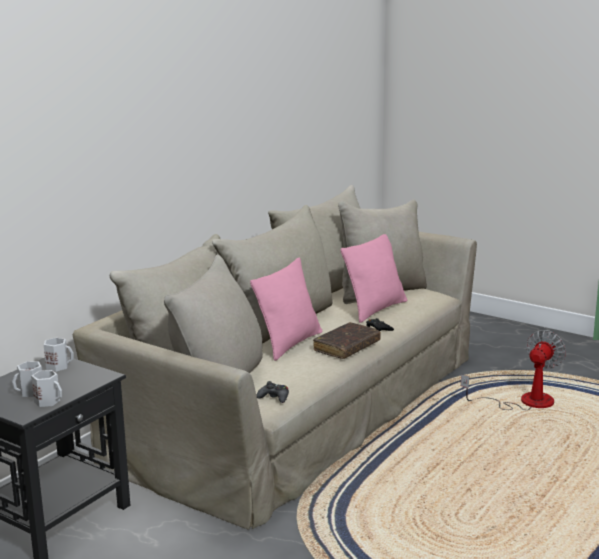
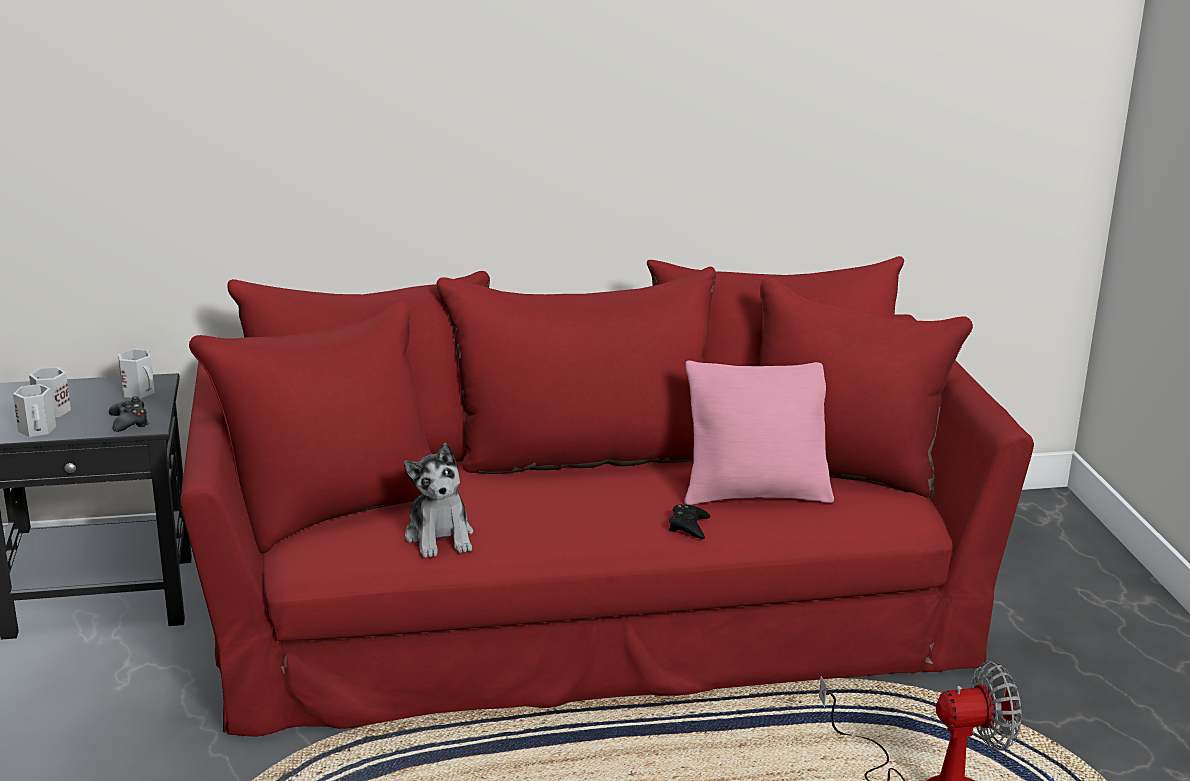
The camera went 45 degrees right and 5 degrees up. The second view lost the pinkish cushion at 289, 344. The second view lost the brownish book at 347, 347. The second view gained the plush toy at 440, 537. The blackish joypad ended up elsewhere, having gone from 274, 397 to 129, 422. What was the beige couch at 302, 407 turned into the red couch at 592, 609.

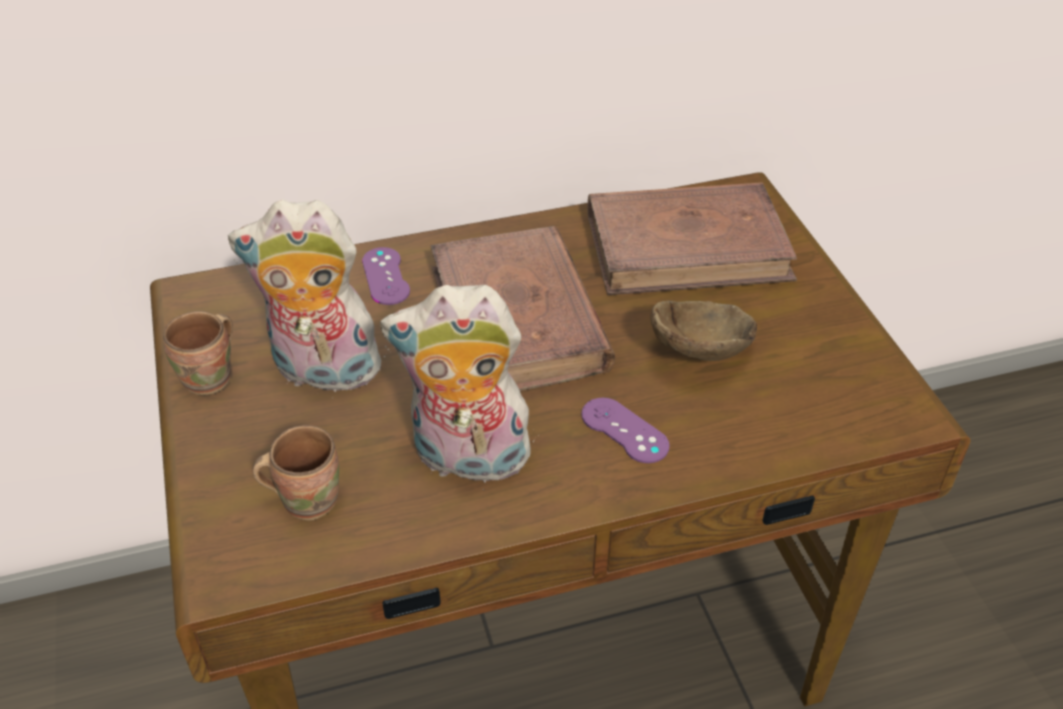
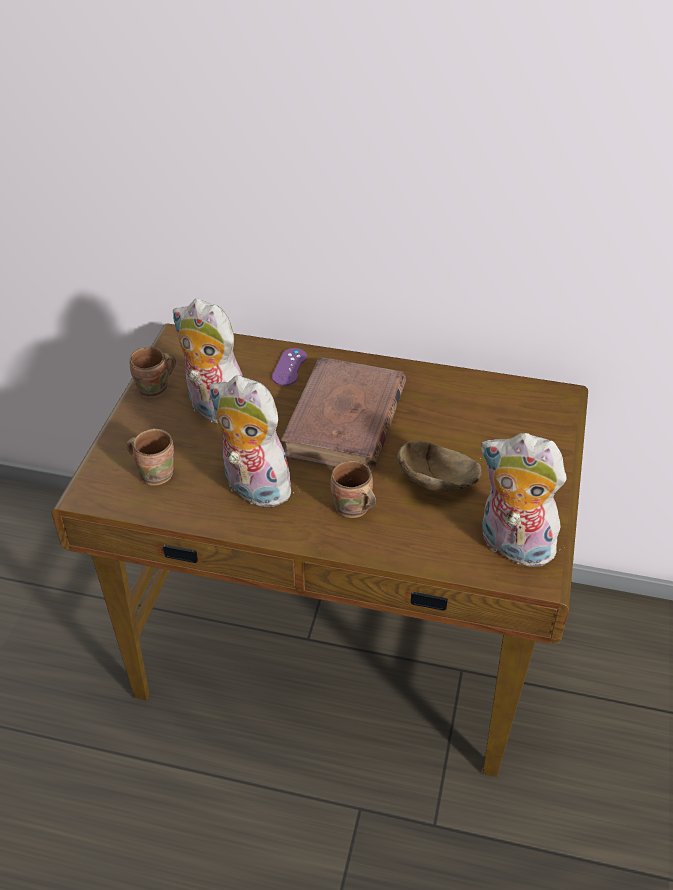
The camera went 30 degrees right and 0 degrees up. The second view lost the brownish book at 688, 247. The second view gained the plush toy at 512, 546. Where the purple-coloured joypad stood at 624, 430, the brownish mug came to stand at 352, 509.

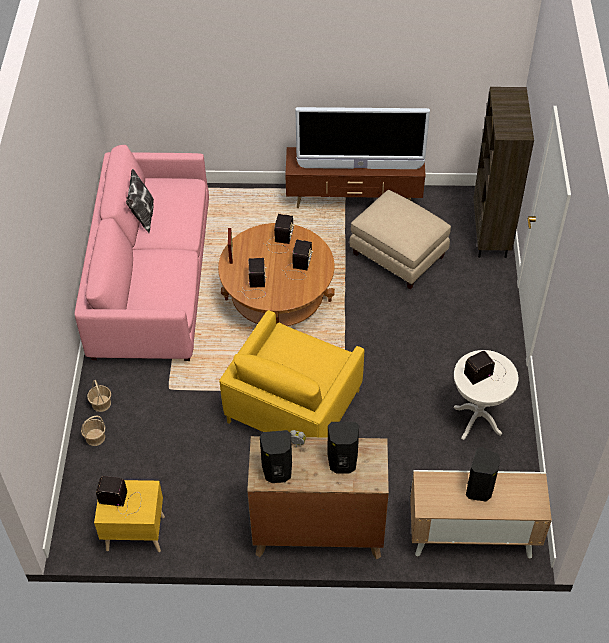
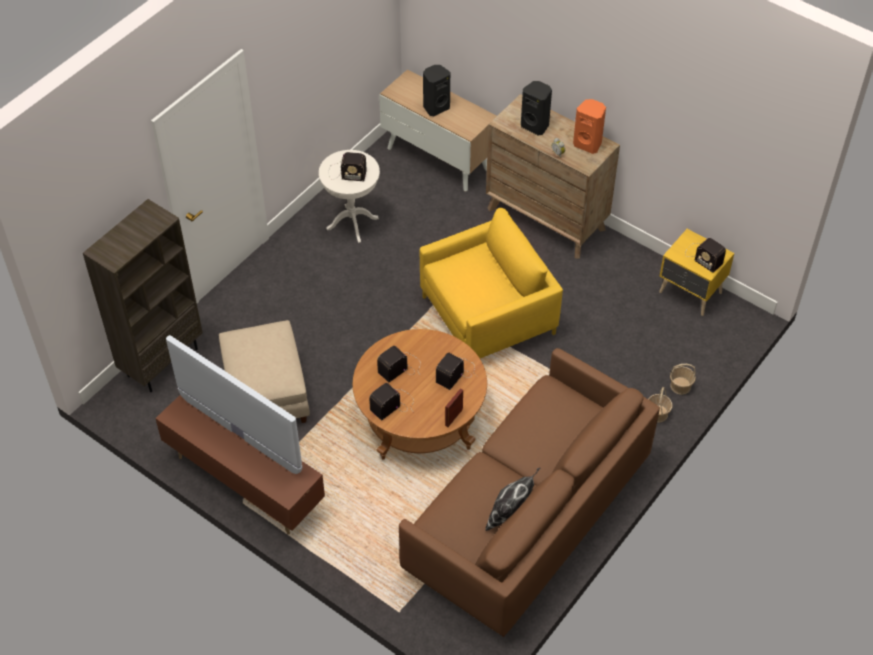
The camera went 145 degrees left and 0 degrees up. What was the pinkish couch at 151, 281 turned into the brownish couch at 527, 515. What was the blackish loudspeaker at 277, 472 turned into the orange loudspeaker at 588, 144.

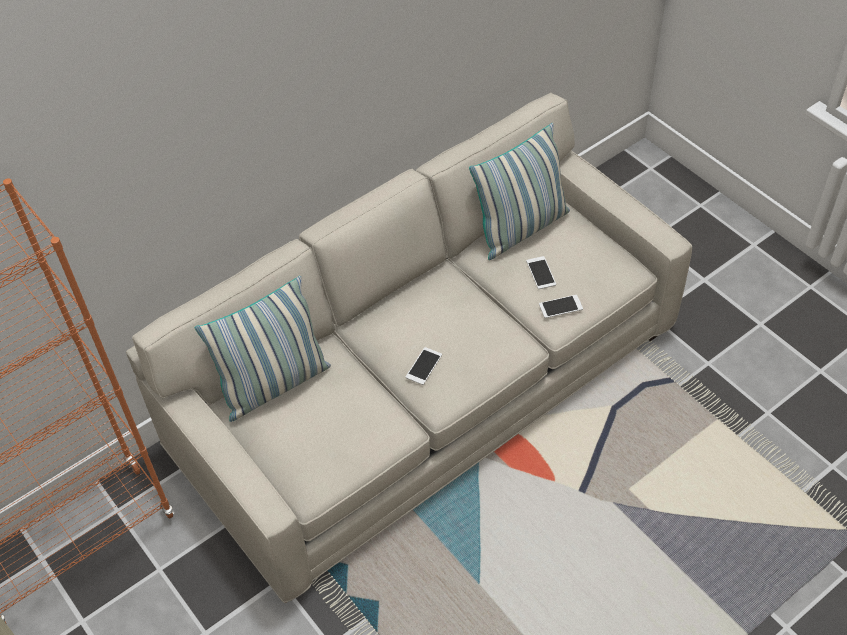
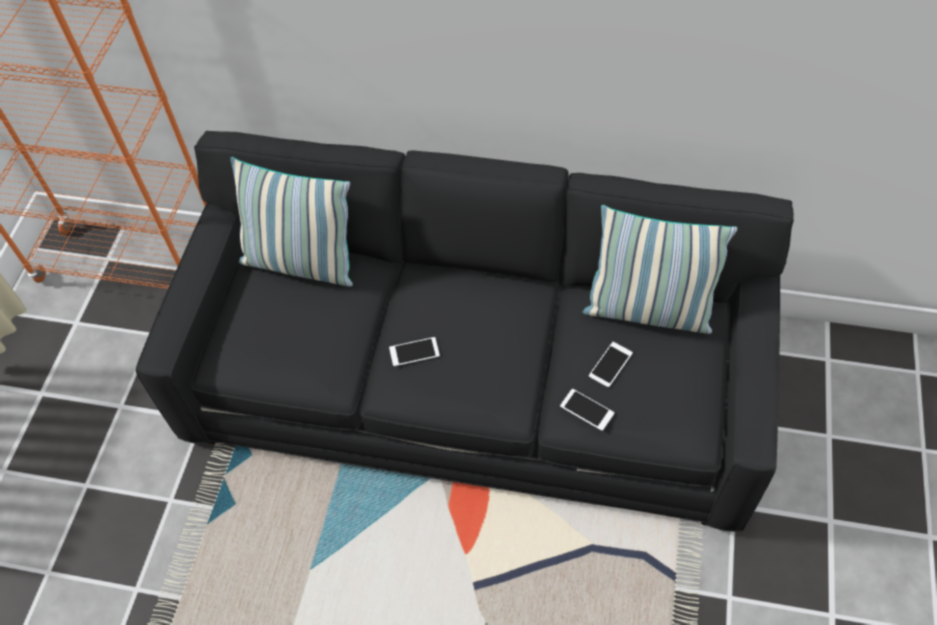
The camera went 50 degrees right and 5 degrees up. What was the beige couch at 427, 386 turned into the blackish couch at 474, 380.

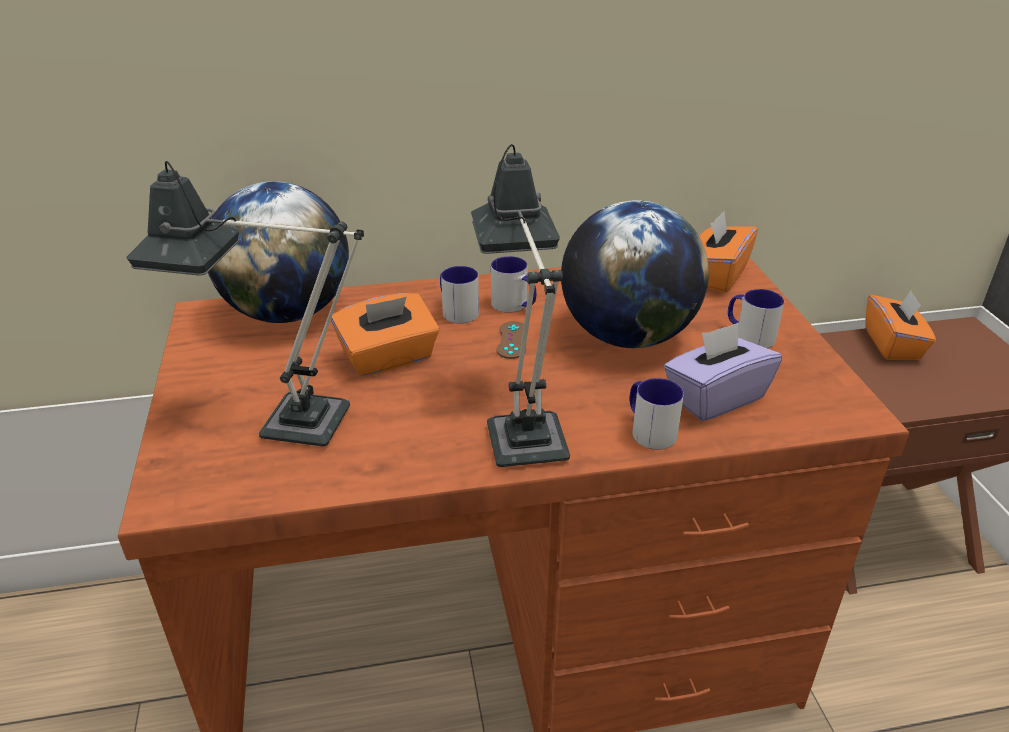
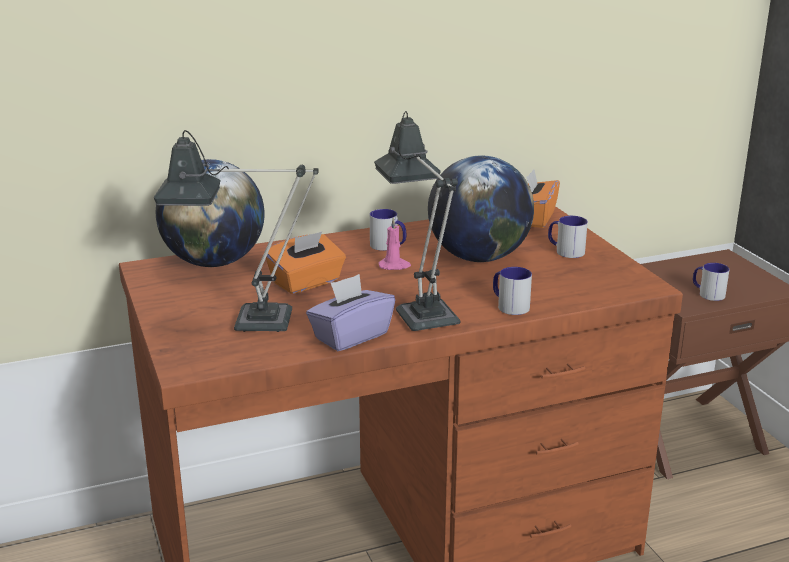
The camera went 10 degrees left and 10 degrees down. The second view lost the orange tissue box at 893, 345. The mug ended up elsewhere, having gone from 456, 310 to 707, 293. The purple-coloured tissue box ended up elsewhere, having gone from 715, 397 to 350, 336. Where the brownish joypad stood at 512, 340, the pinkish wax light came to stand at 394, 266.

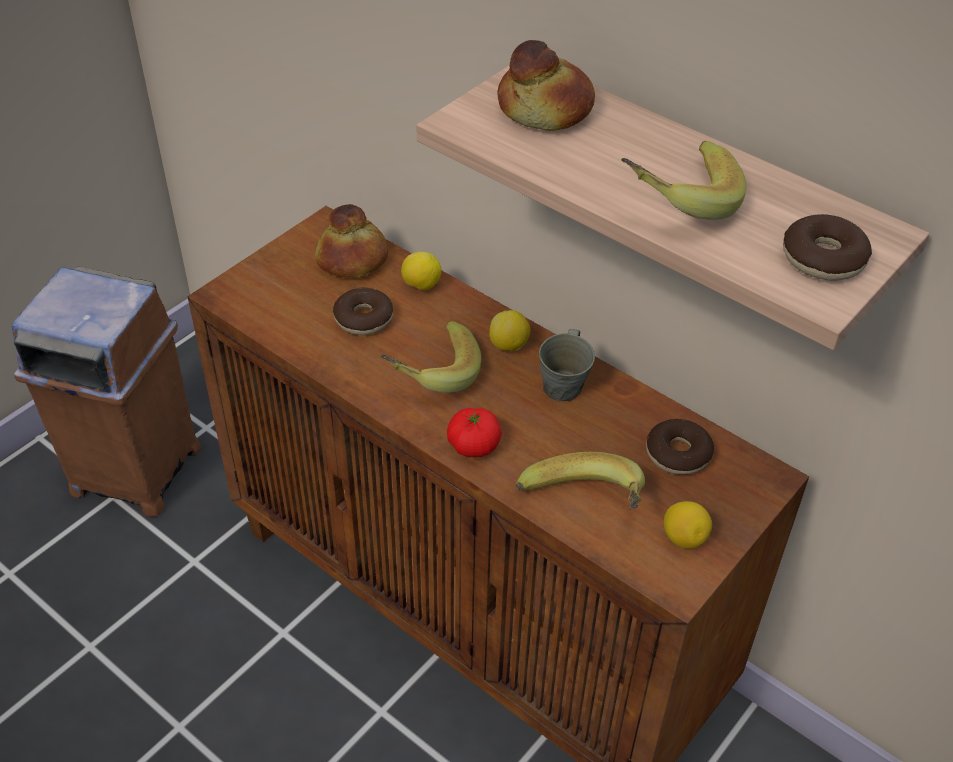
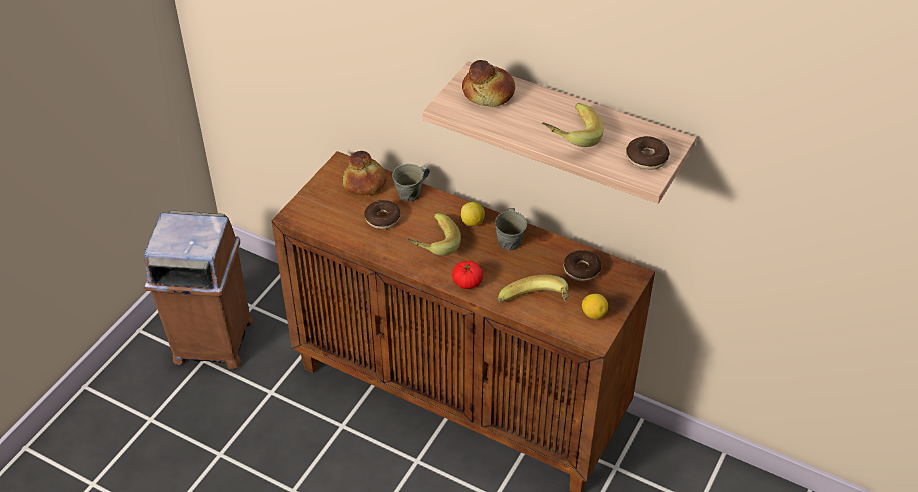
The camera went 10 degrees left and 0 degrees up. Where the whole lemon stood at 421, 286, the greyish mug came to stand at 411, 194.

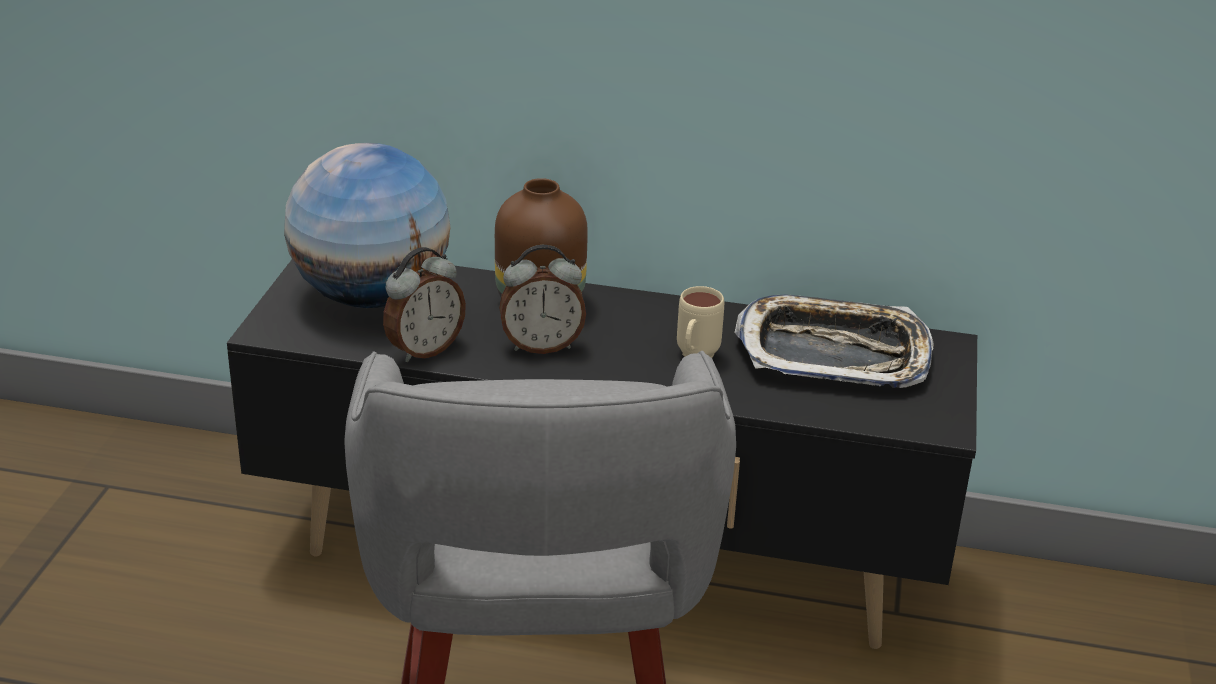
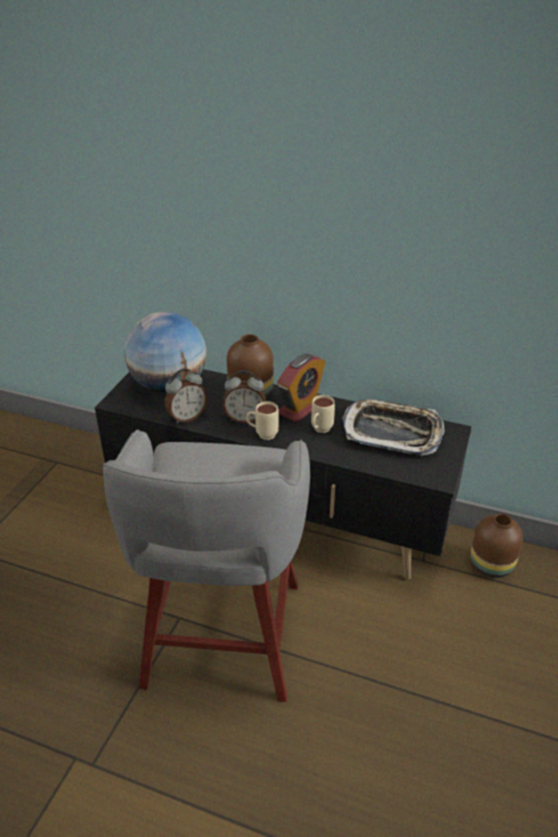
The camera went 10 degrees right and 5 degrees up. The second view gained the beige mug at 262, 435. The second view gained the alarm clock at 301, 408. The second view gained the brownish flower vase at 492, 565.

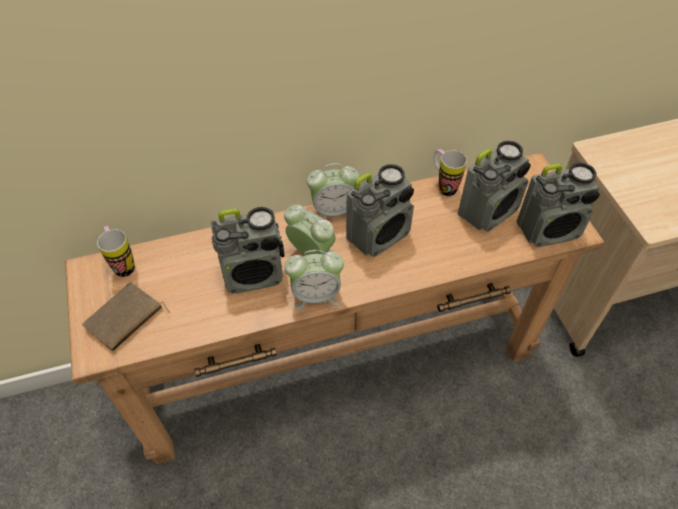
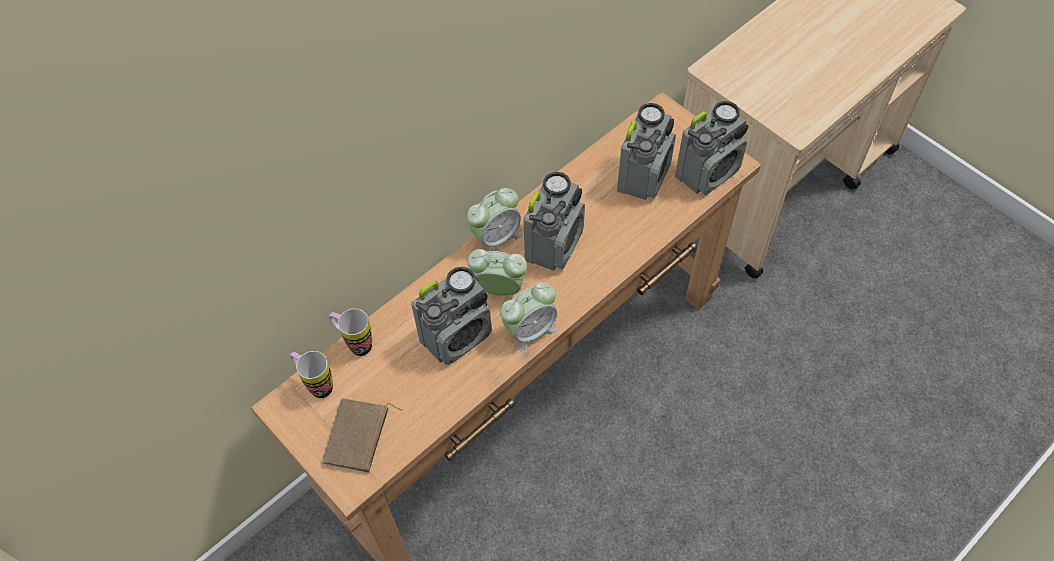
The camera went 25 degrees left and 5 degrees up. The mug ended up elsewhere, having gone from 443, 186 to 355, 343.

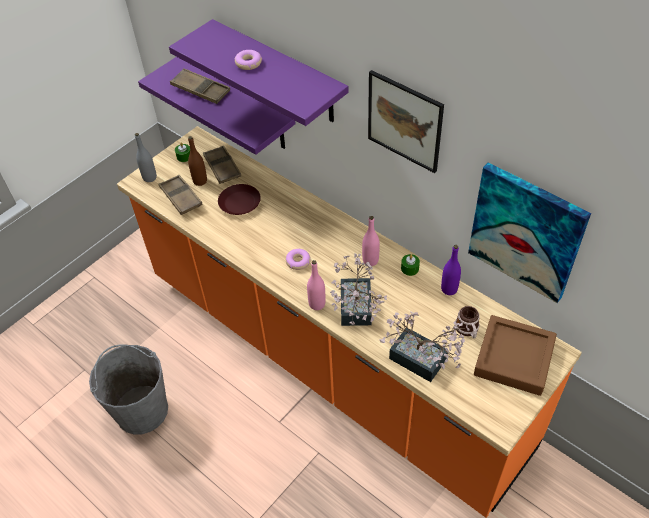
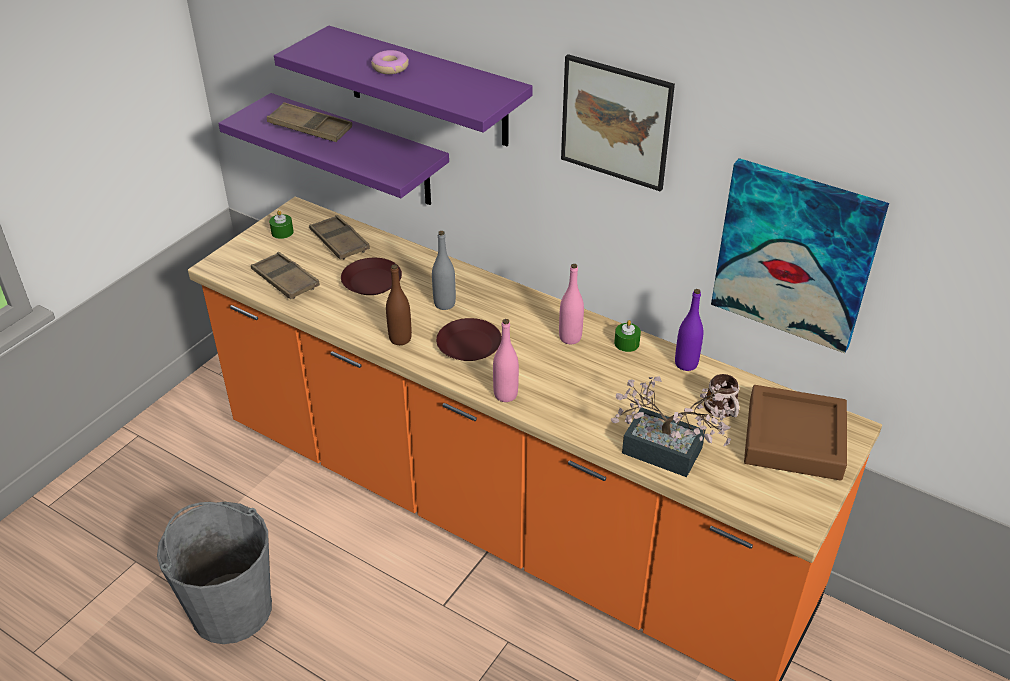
The camera went 10 degrees left and 10 degrees down. The second view lost the plant in a pot at 355, 312. The greyish bottle ended up elsewhere, having gone from 149, 177 to 444, 304. The brownish bottle ended up elsewhere, having gone from 200, 181 to 400, 339. Where the donut stood at 298, 261, the brownish dinner plate came to stand at 468, 346.

